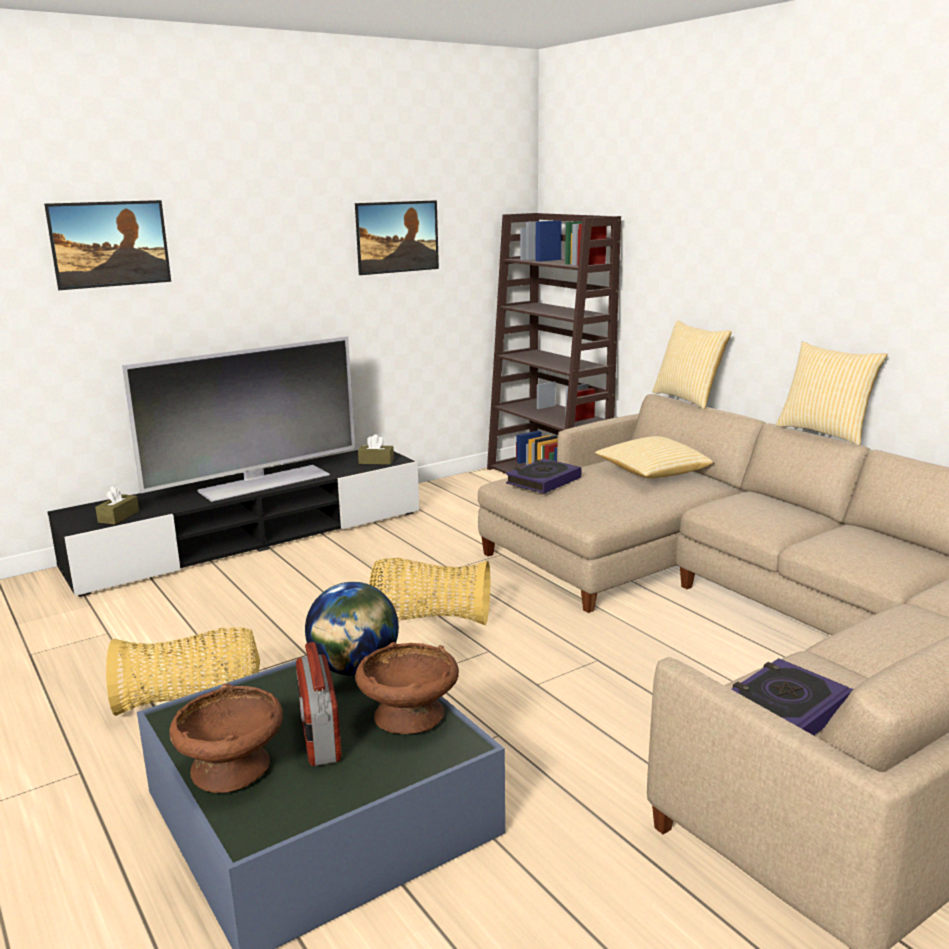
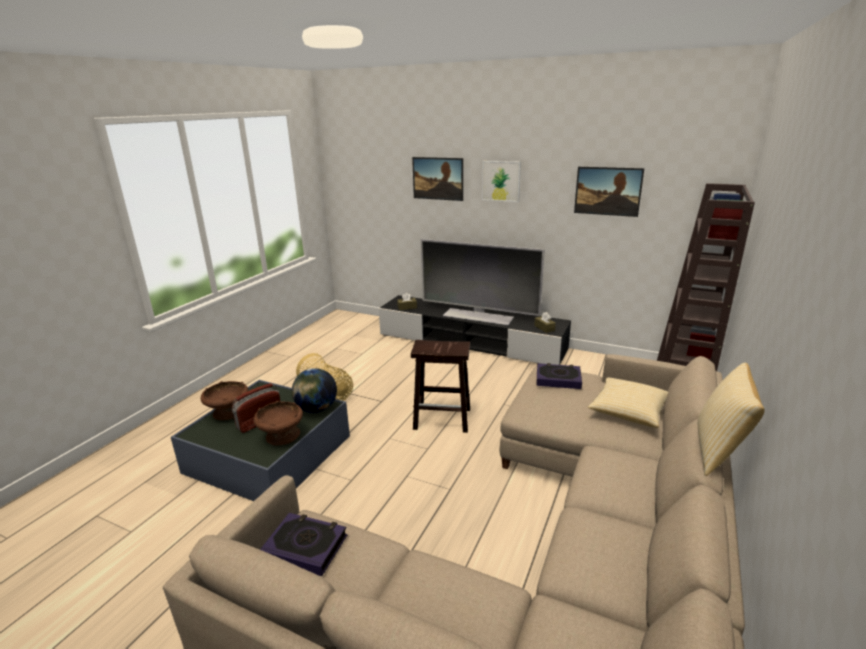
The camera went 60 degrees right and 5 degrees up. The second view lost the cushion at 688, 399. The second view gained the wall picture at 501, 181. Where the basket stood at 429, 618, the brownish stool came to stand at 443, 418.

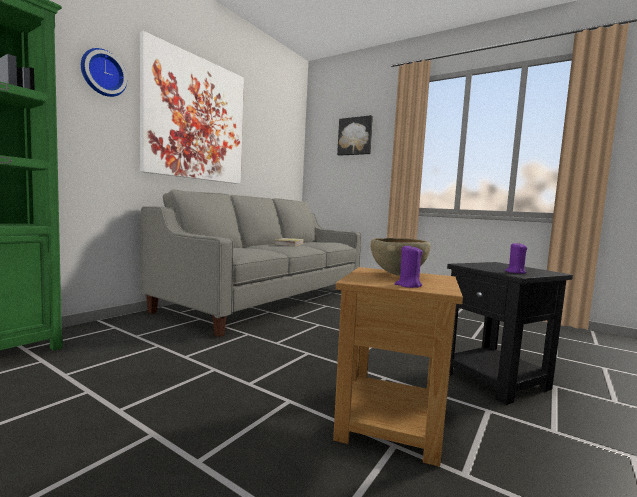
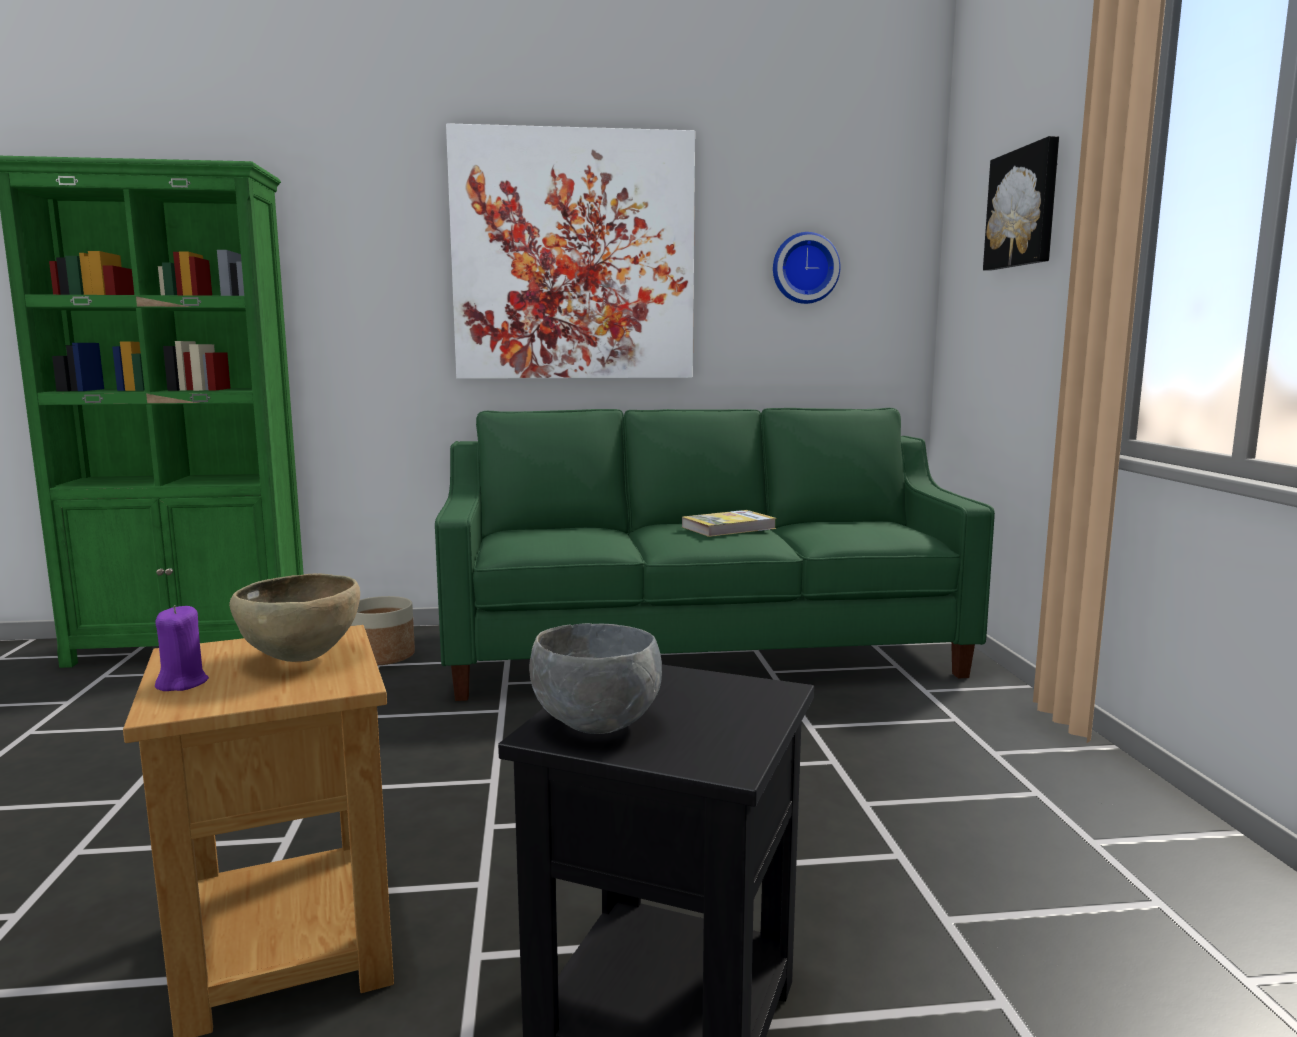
The camera went 50 degrees right and 5 degrees up. The second view gained the plant pot at 383, 656. The hanging clock ended up elsewhere, having gone from 102, 73 to 804, 268. Where the purple-coloured wax light stood at 515, 272, the greyish bowl came to stand at 597, 725. What was the greyish couch at 268, 300 turned into the green-coloured couch at 702, 651.

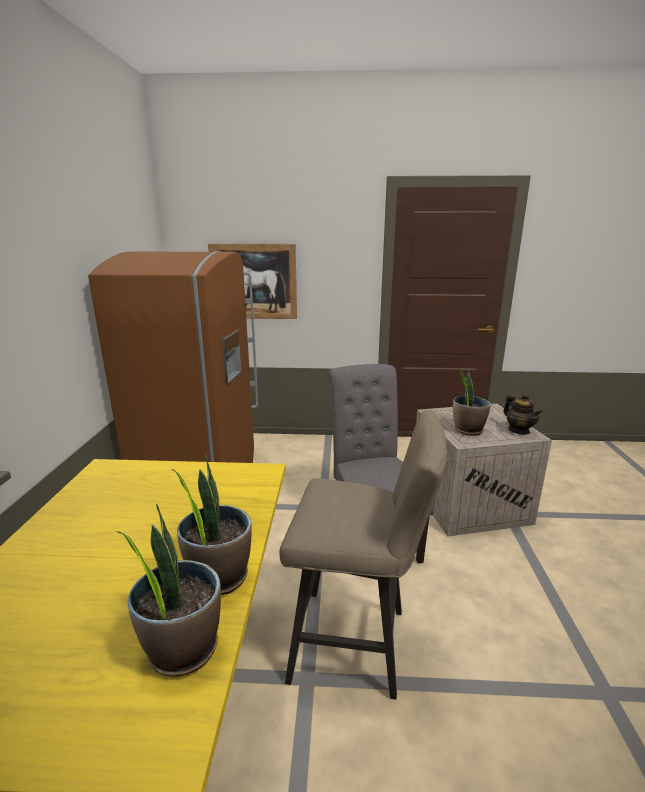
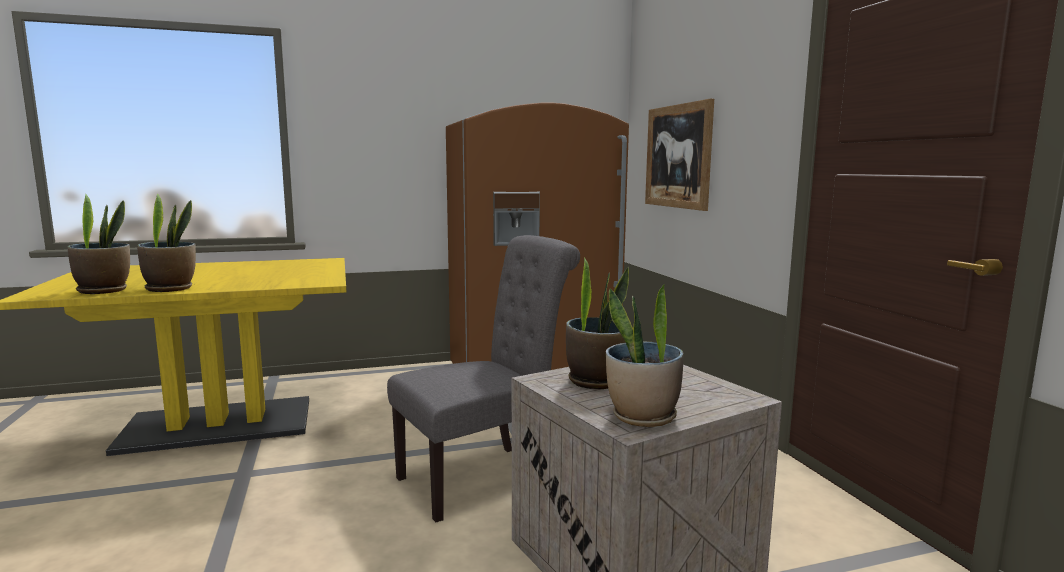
The camera went 70 degrees right and 10 degrees down. The second view lost the beige stool at 358, 644. Where the pot for tea stood at 519, 430, the plant in a pot came to stand at 642, 417.

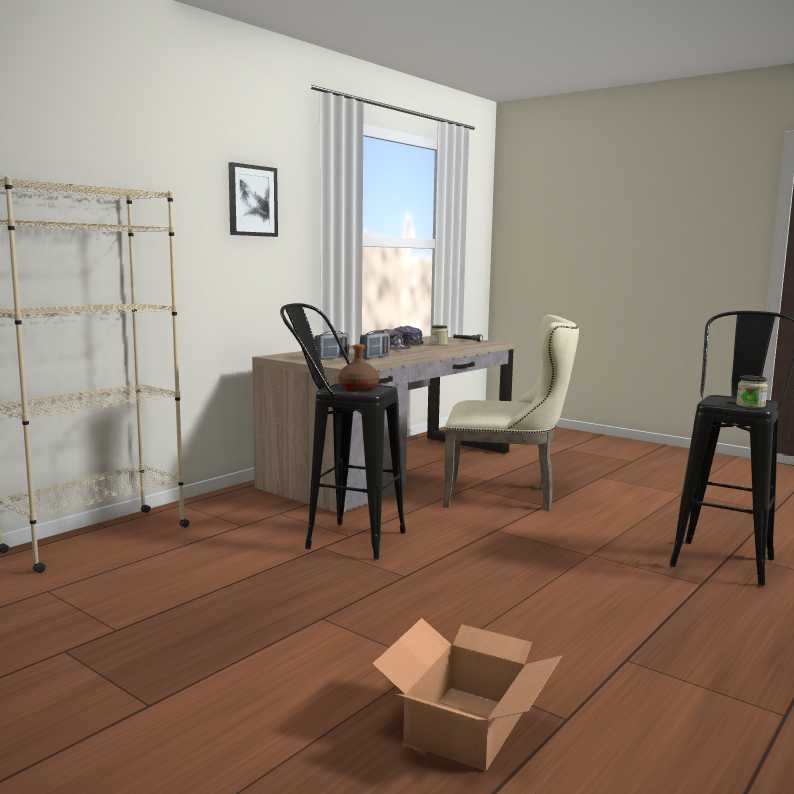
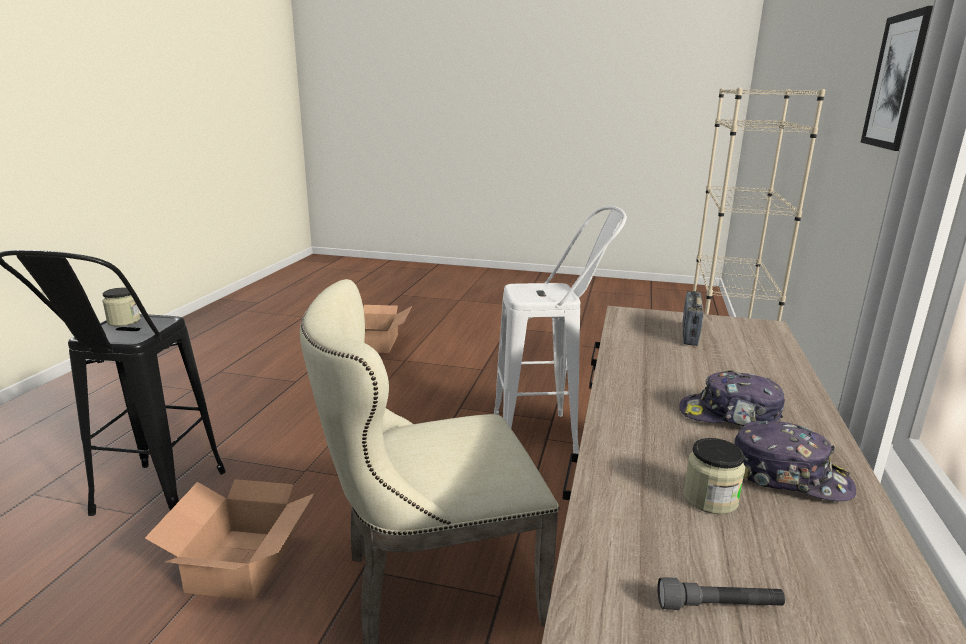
The camera went 155 degrees right and 10 degrees up. The second view lost the brownish bottle at 359, 388. The second view lost the radio set at 374, 357. The second view gained the cardboard box at 239, 564. What was the blackish stool at 341, 538 turned into the white-coloured stool at 550, 434.

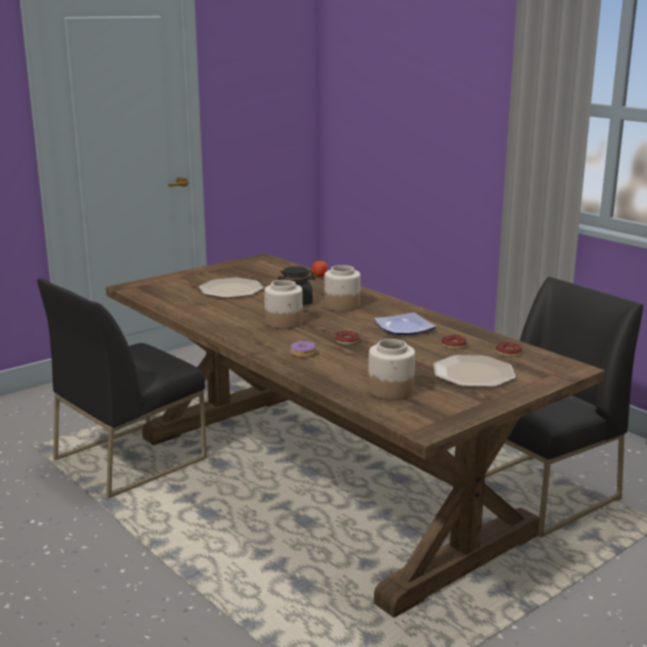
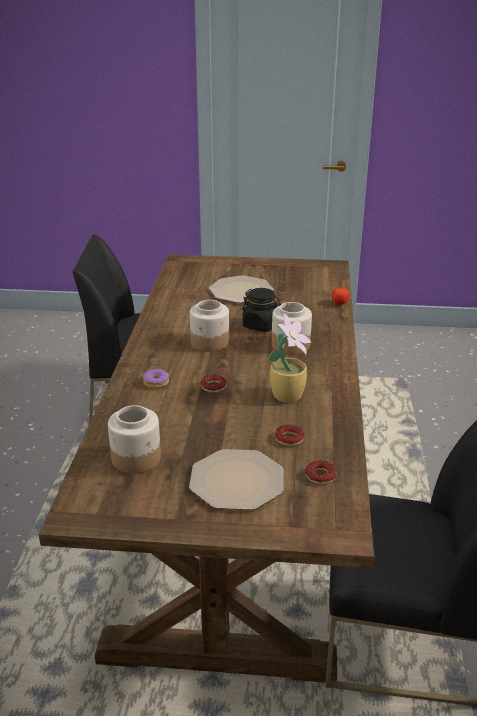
The camera went 45 degrees right and 10 degrees up. Where the dinner plate stood at 403, 328, the plant in a pot came to stand at 288, 395.

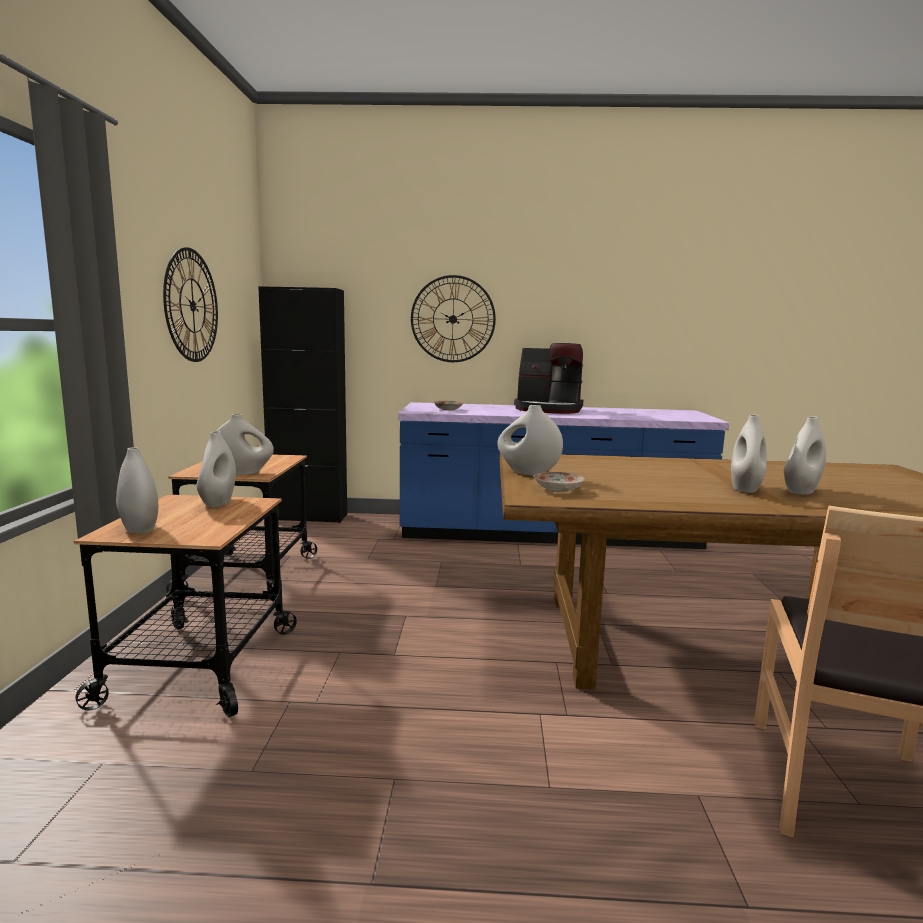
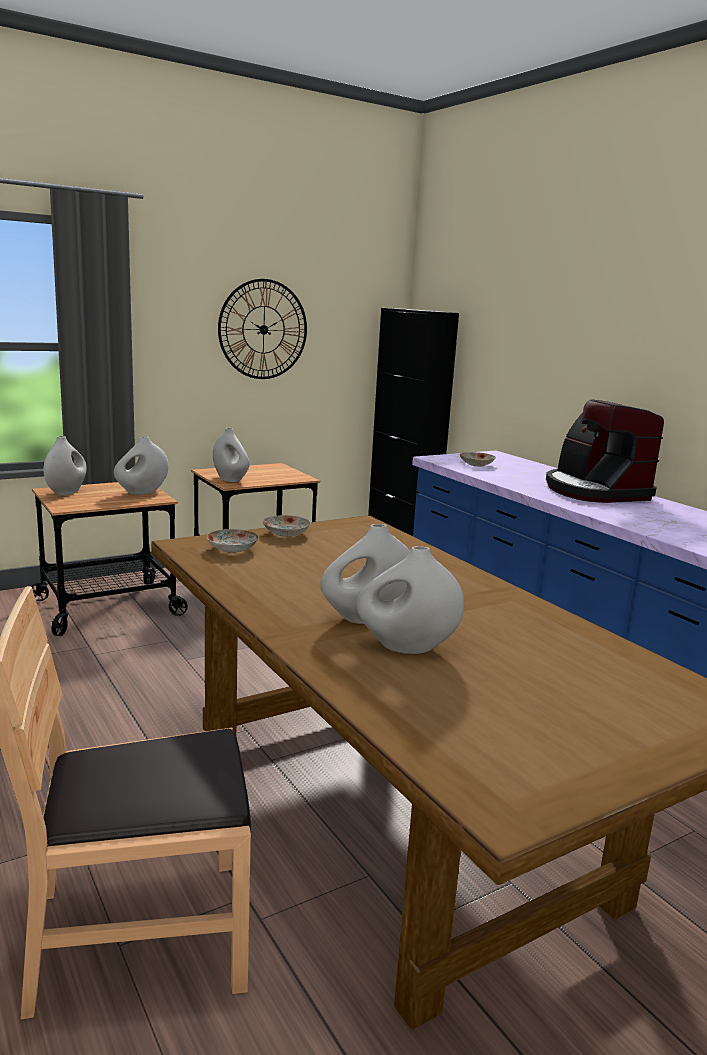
The camera went 55 degrees right and 5 degrees up. The second view lost the hanging clock at 453, 319. Where the white-coloured flower vase stood at 528, 473, the dinner plate came to stand at 285, 533.

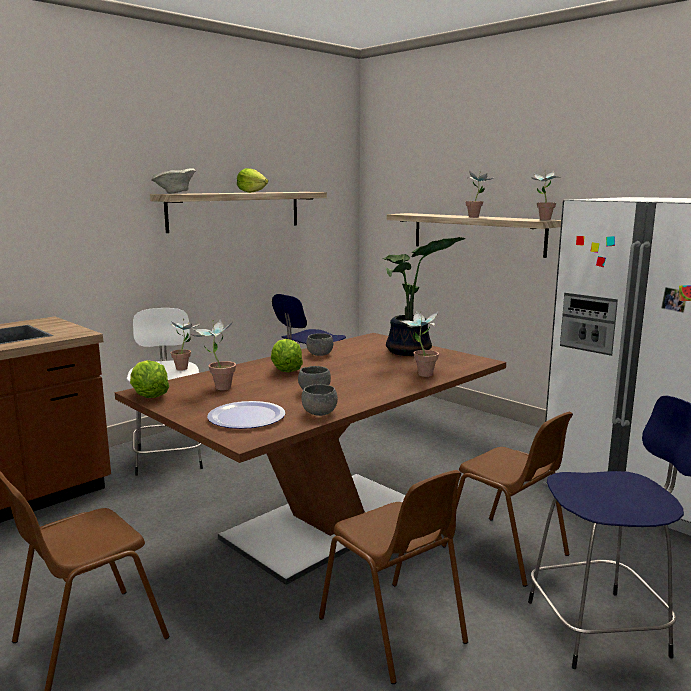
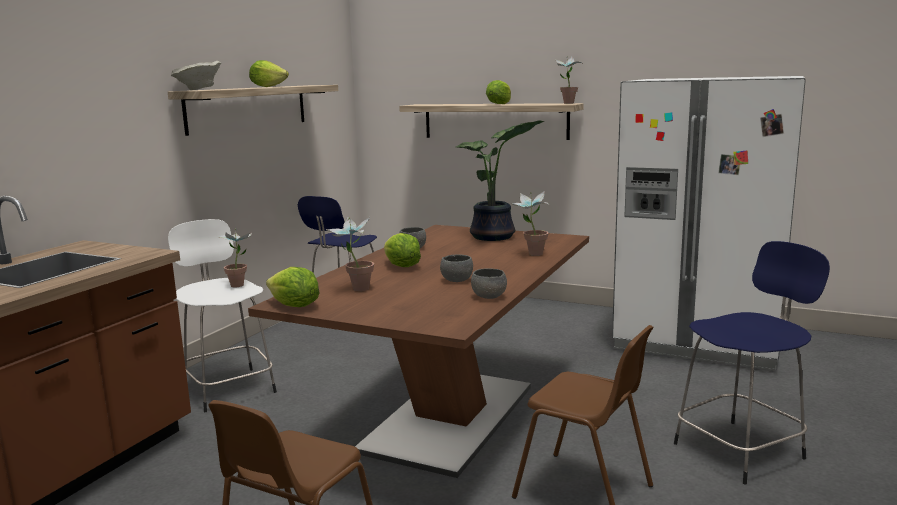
The camera went 20 degrees left and 0 degrees up. The second view lost the dinner plate at 246, 417. The second view lost the brownish plain chair at 506, 551. Where the plant in a pot stood at 476, 217, the lettuce head came to stand at 499, 104.

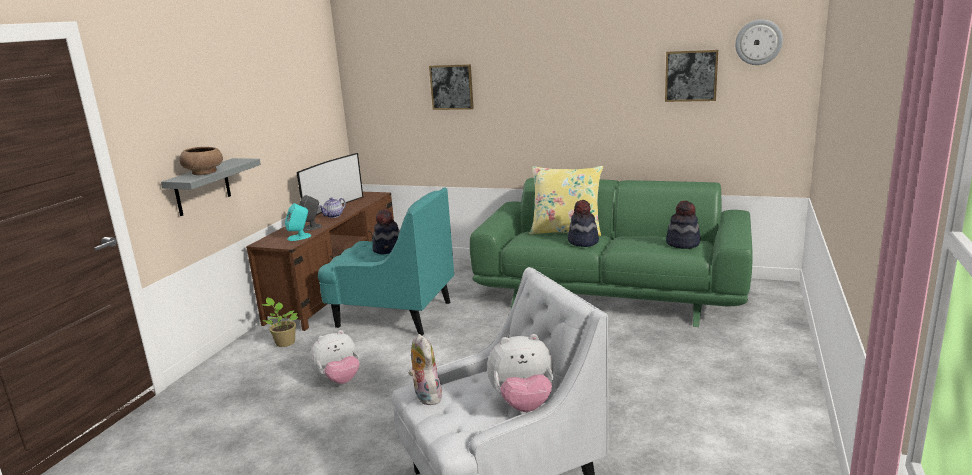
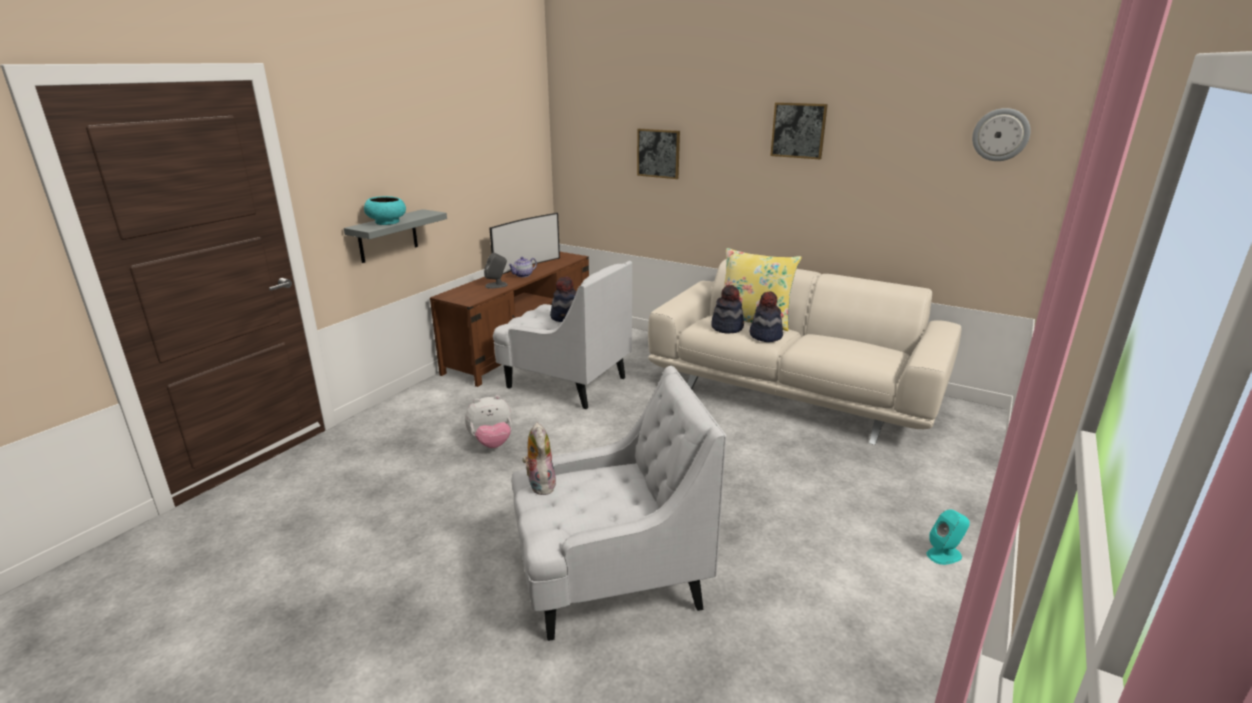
The camera went 10 degrees right and 5 degrees up. The second view lost the plant in a pot at 284, 342. The second view lost the plush toy at 523, 404. The turquoise loudspeaker ended up elsewhere, having gone from 299, 237 to 944, 555. The wall picture ended up elsewhere, having gone from 691, 76 to 798, 130. The wearable hat ended up elsewhere, having gone from 683, 243 to 727, 327. What was the brownish bowl at 204, 172 turned into the turquoise bowl at 387, 222. What was the turquoise lounge chair at 393, 314 turned into the white-coloured lounge chair at 565, 382. What was the green-coloured couch at 612, 292 turned into the beige couch at 794, 391.

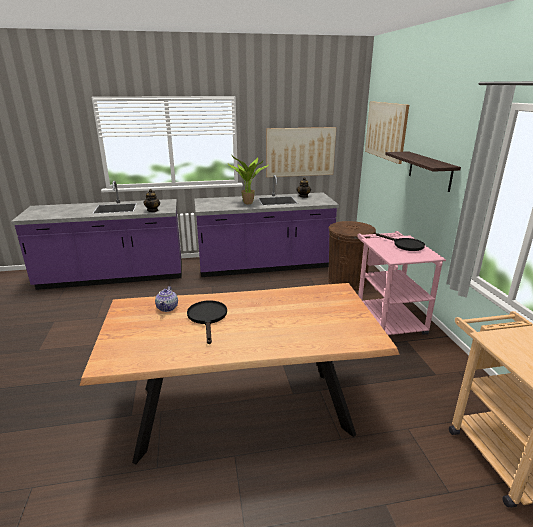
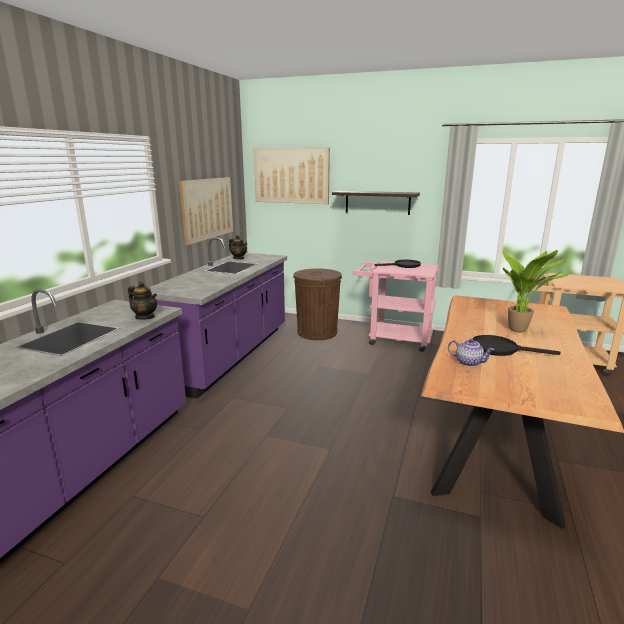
The camera went 60 degrees left and 5 degrees down. The plant in a pot ended up elsewhere, having gone from 248, 204 to 520, 330.

